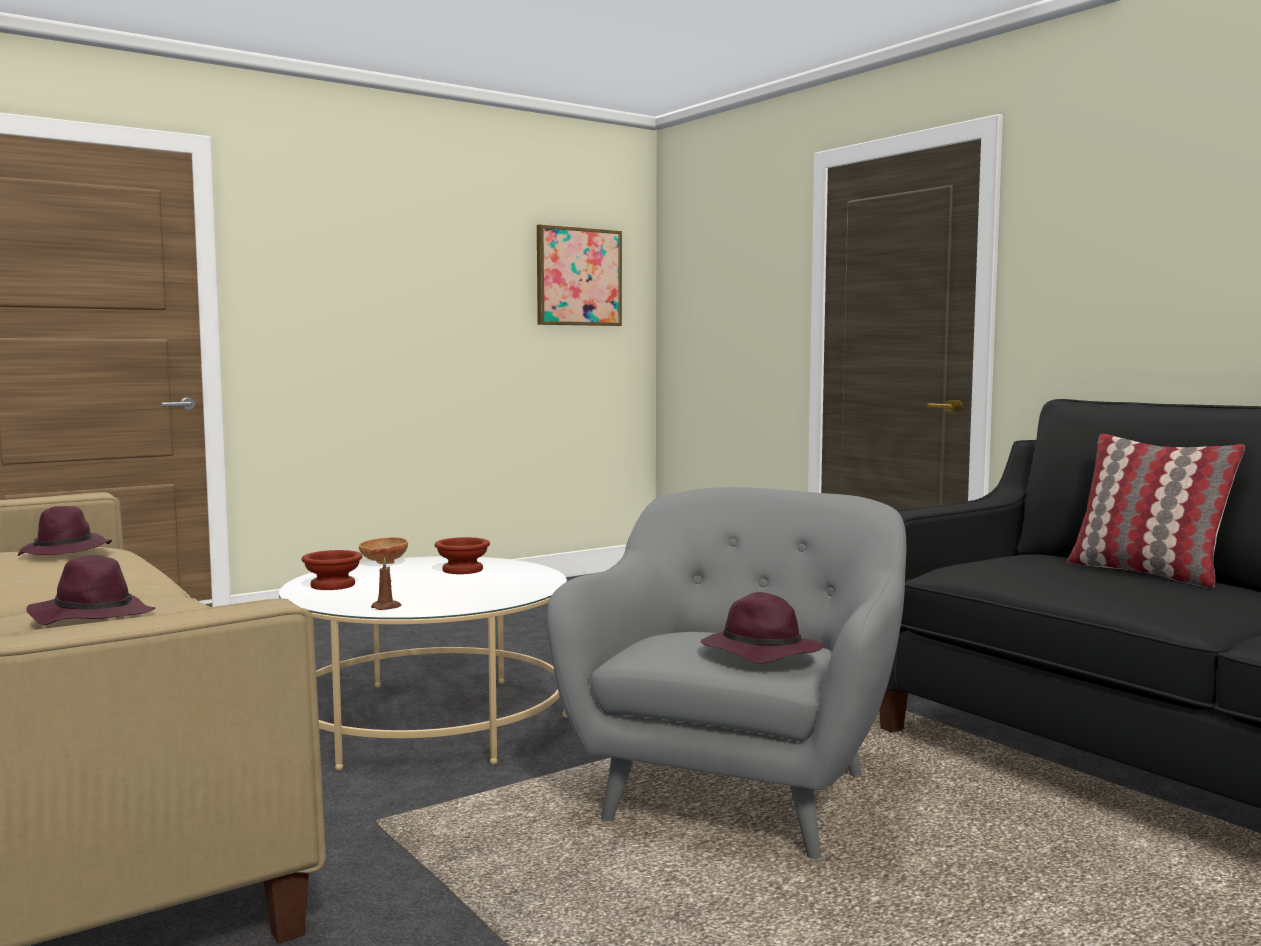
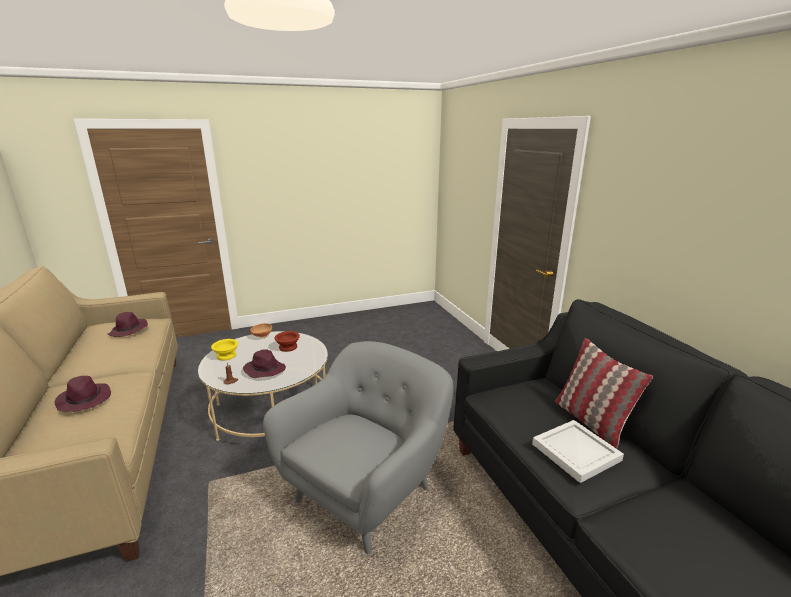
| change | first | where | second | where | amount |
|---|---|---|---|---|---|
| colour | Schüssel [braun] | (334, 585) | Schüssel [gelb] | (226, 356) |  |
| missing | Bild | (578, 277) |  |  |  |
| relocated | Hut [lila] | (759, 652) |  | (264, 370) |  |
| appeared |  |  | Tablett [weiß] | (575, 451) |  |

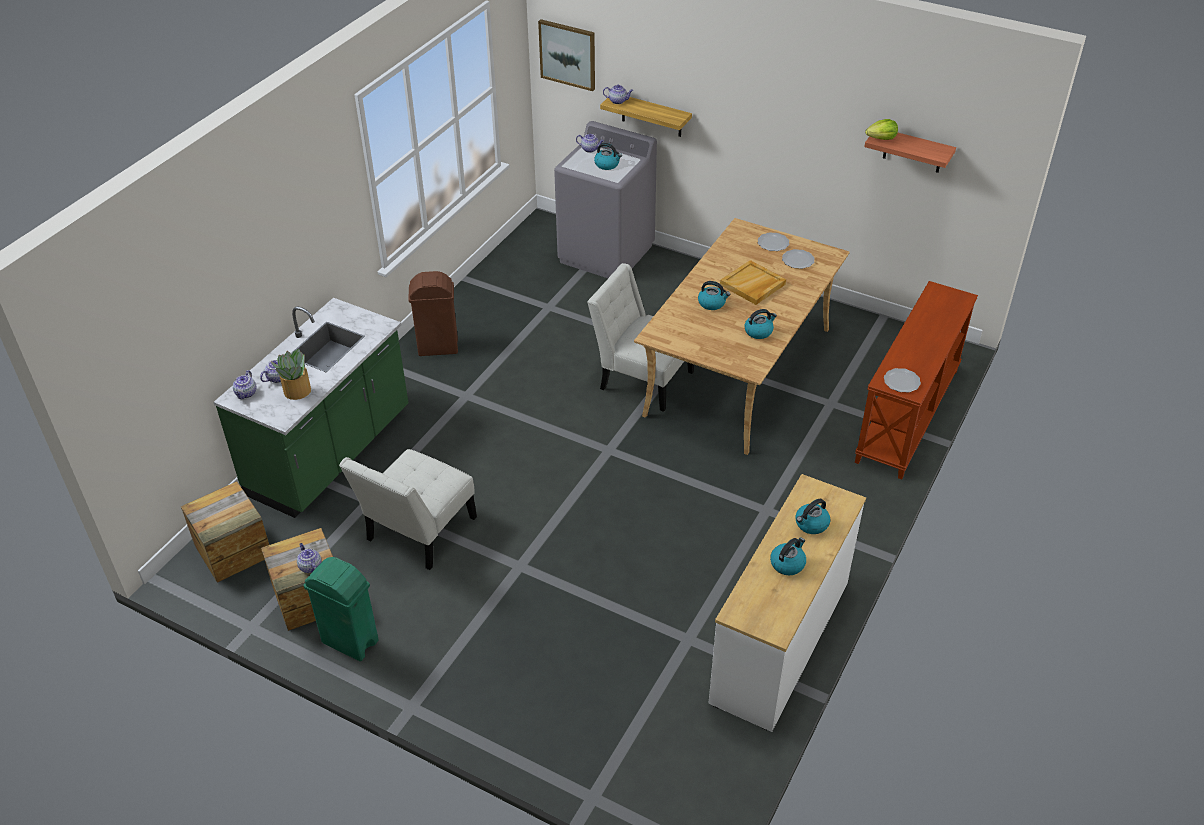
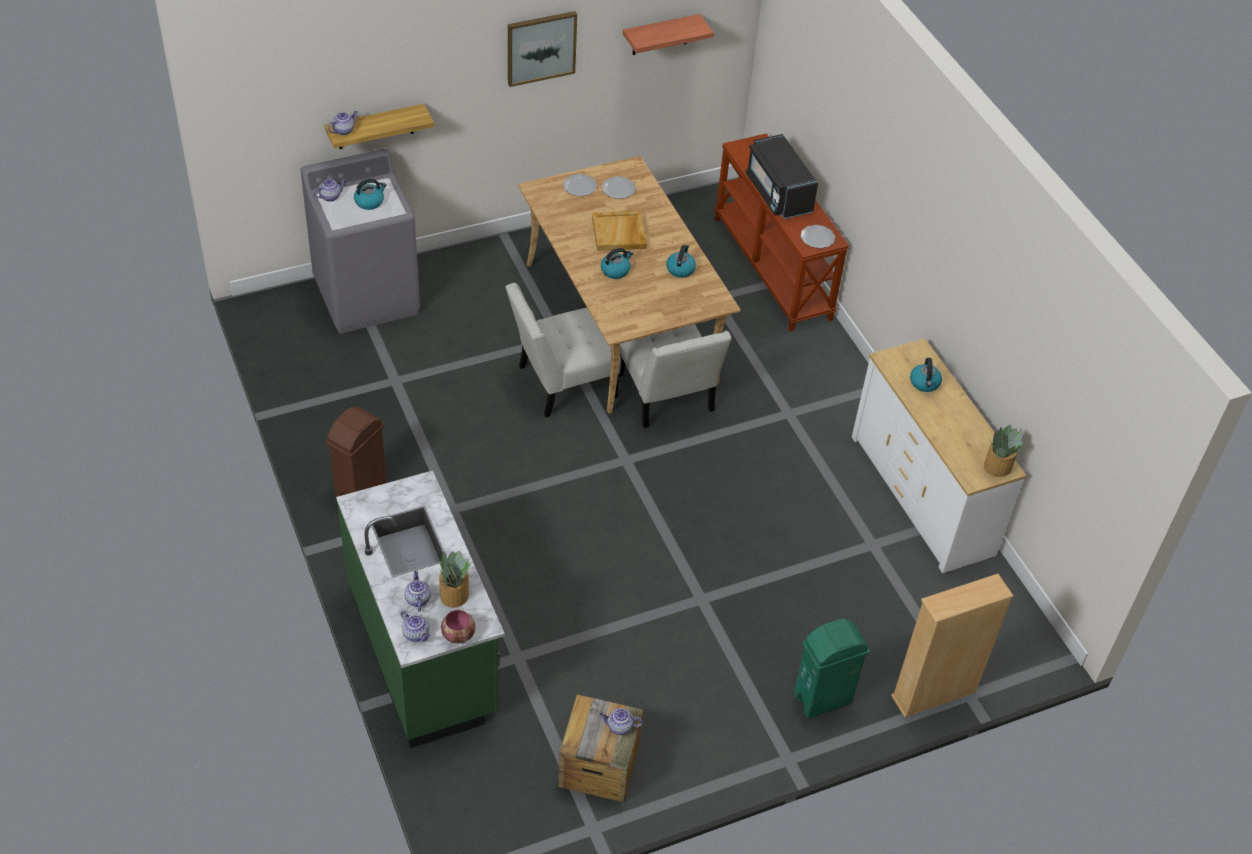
| change | first | where | second | where | amount |
|---|---|---|---|---|---|
| missing | Kiste | (233, 550) |  |  |  |
| relocated | Mülleimer [grün] | (350, 642) |  | (823, 699) |  |
| relocated | Stuhl [weiß] | (417, 533) |  | (667, 397) |  |
| relocated | Bild | (568, 54) |  | (541, 47) |  |
| missing | Wasserkessel | (787, 563) |  |  |  |
| missing | Salatkopf | (881, 138) |  |  |  |
| appeared |  |  | Schüssel | (459, 635) |  |
| appeared |  |  | Mikrowelle [schwarz] | (778, 193) |  |
| appeared |  |  | Bücherregal [beige] | (934, 694) |  |
| appeared |  |  | Topfpflanze | (996, 466) |  |

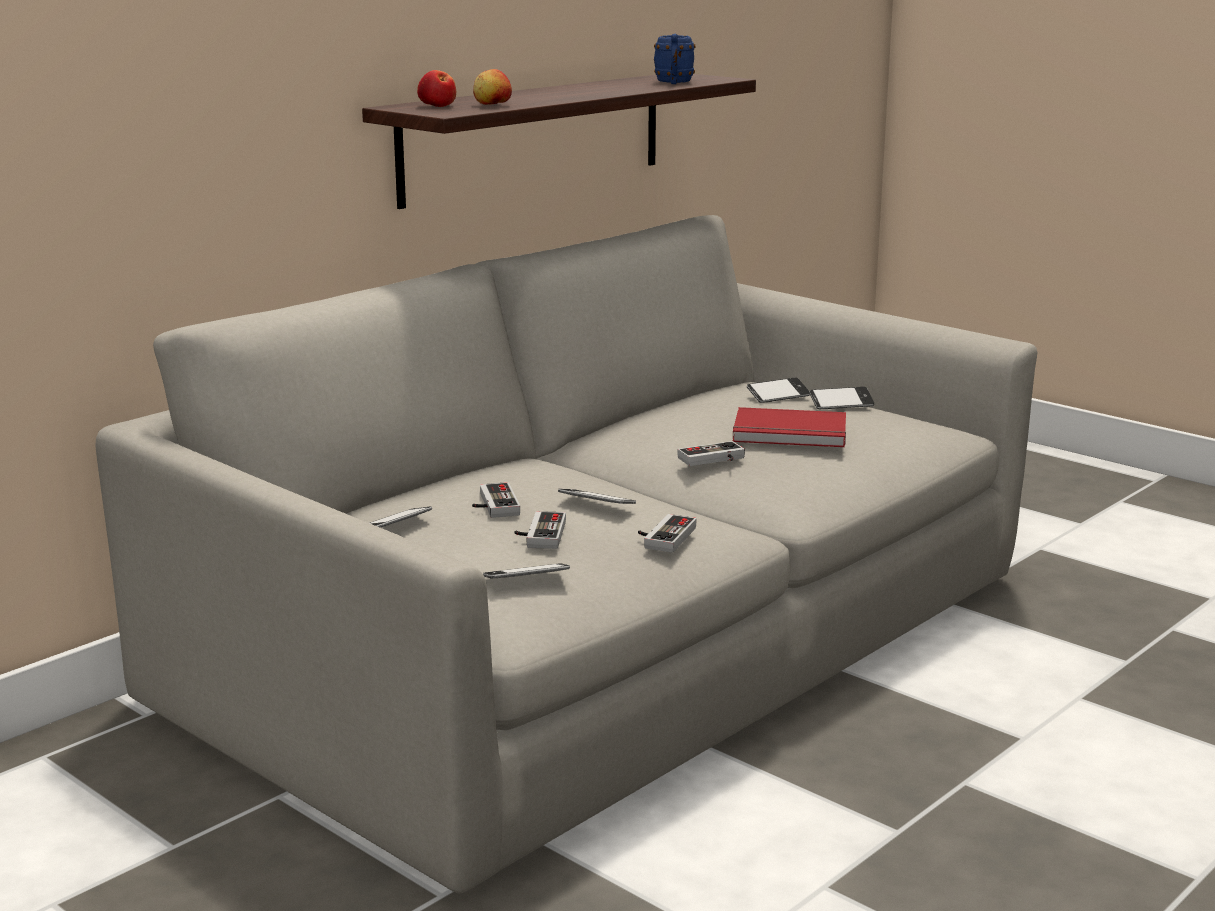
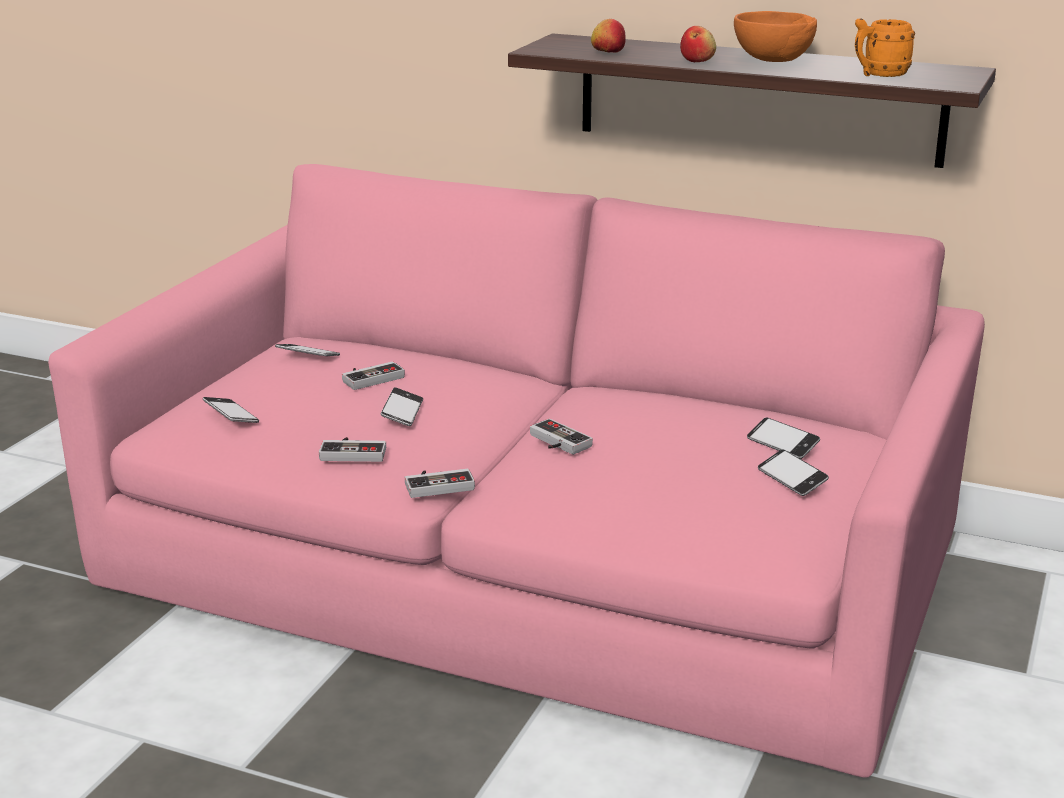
| change | first | where | second | where | amount |
|---|---|---|---|---|---|
| colour | Sofa [grau] | (608, 636) | Sofa [rosa] | (535, 565) |  |
| relocated | Apfel | (437, 106) |  | (697, 60) |  |
| relocated | Gamepad | (539, 534) |  | (438, 484) |  |
| colour | Henkelbecher [blau] | (674, 83) | Henkelbecher [orange] | (879, 75) |  |
| missing | Buch [rot] | (790, 434) |  |  |  |
| appeared |  |  | Schüssel [orange] | (773, 61) |  |

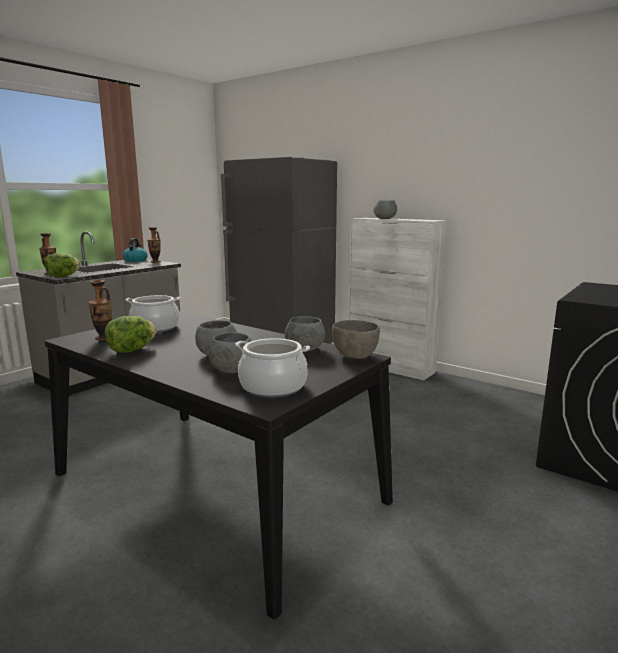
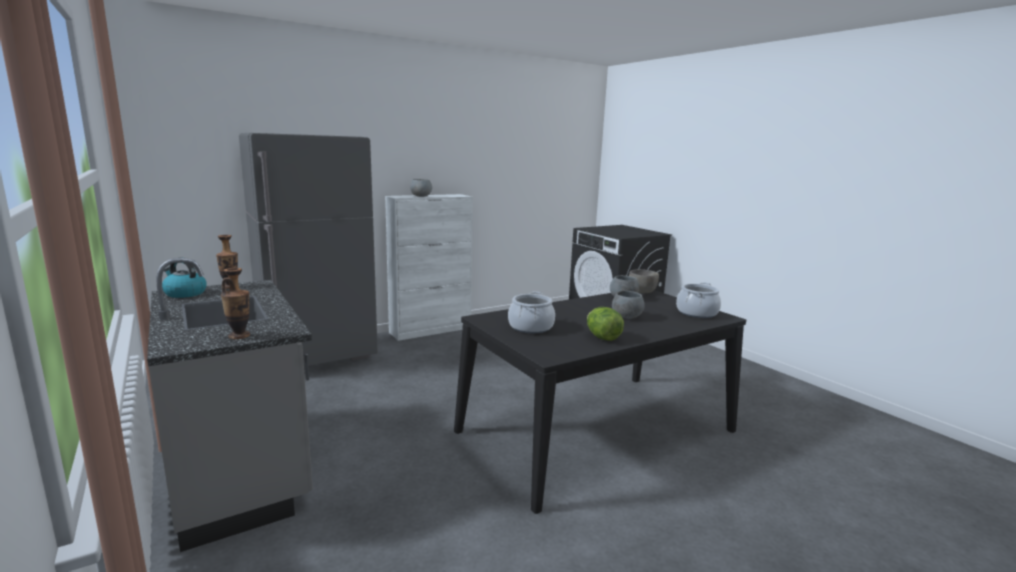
| change | first | where | second | where | amount |
|---|---|---|---|---|---|
| missing | Salatkopf | (63, 276) |  |  |  |
| missing | Vase | (104, 338) |  |  |  |
| missing | Schüssel [grau] | (232, 370) |  |  |  |

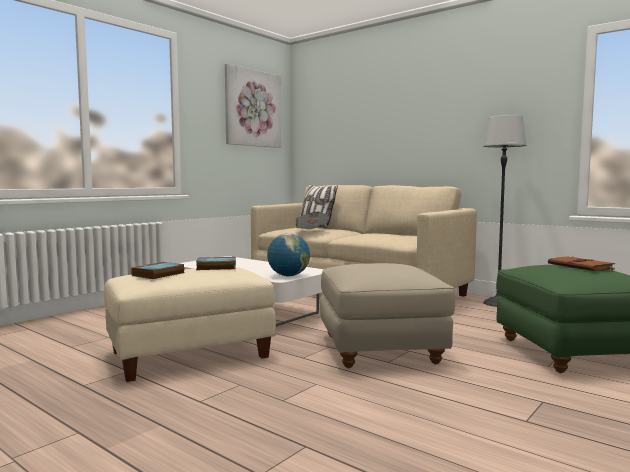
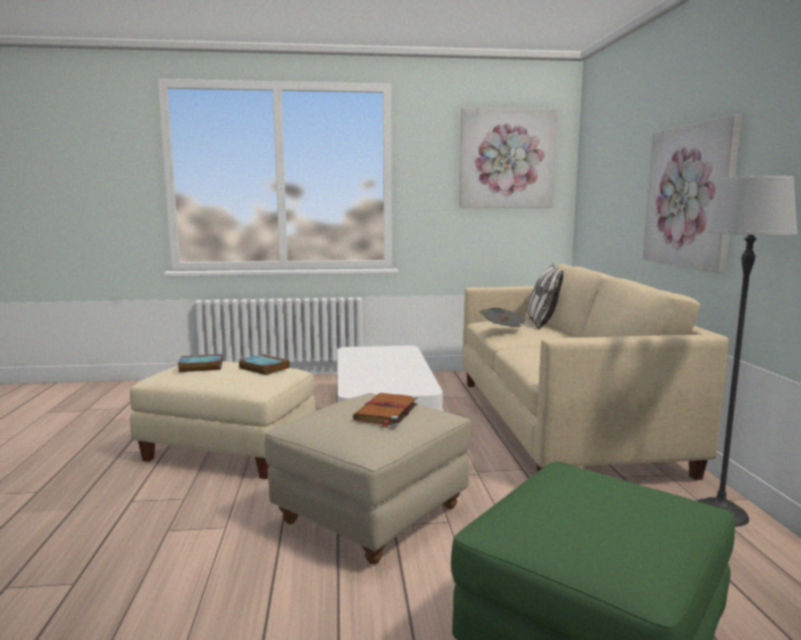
| change | first | where | second | where | amount |
|---|---|---|---|---|---|
| missing | Globus | (288, 276) |  |  |  |
| relocated | Buch [braun] | (581, 266) |  | (386, 412) |  |
| appeared |  |  | Bild | (689, 196) |  |

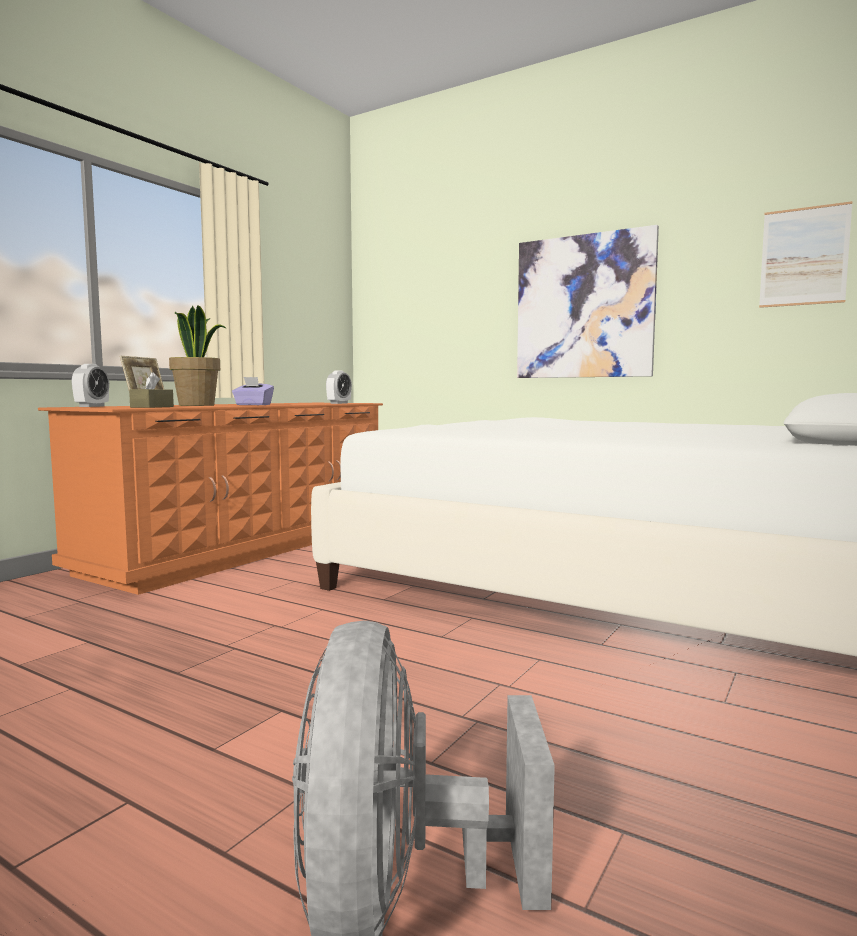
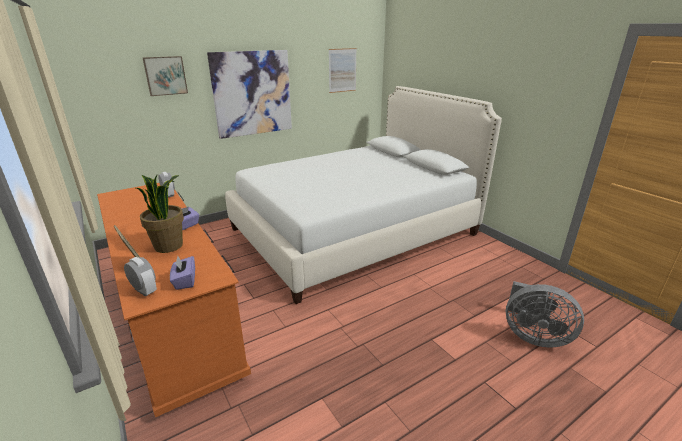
| change | first | where | second | where | amount |
|---|---|---|---|---|---|
| missing | Taschentuchbox [braun] | (152, 407) |  |  |  |
| appeared |  |  | Bild | (165, 75) |  |
| appeared |  |  | Taschentuchbox [lila] | (185, 281) |  |

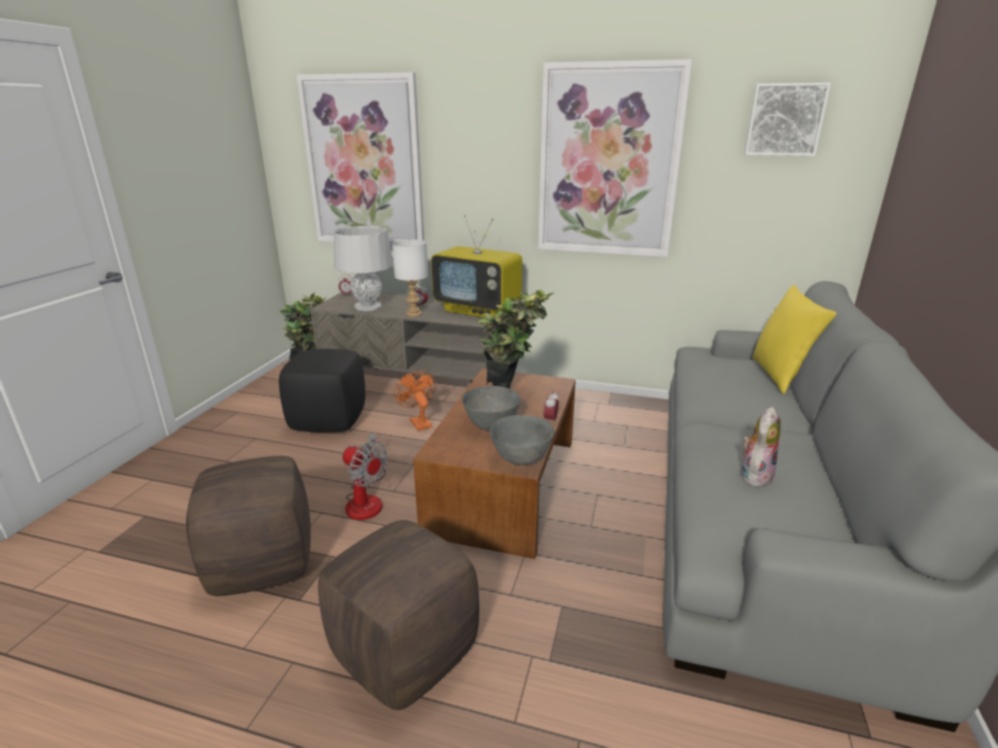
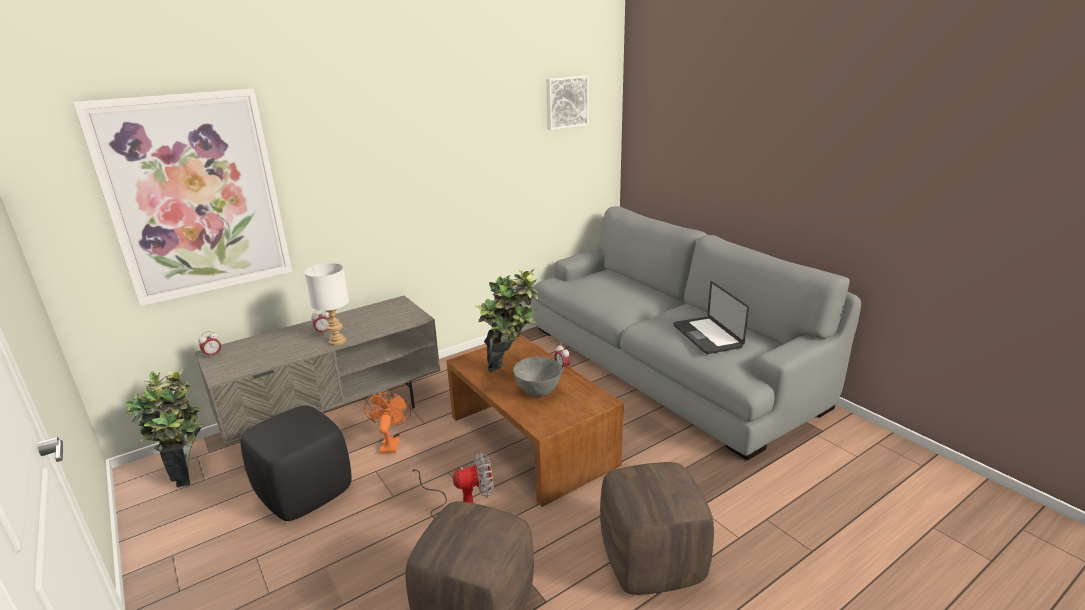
| change | first | where | second | where | amount |
|---|---|---|---|---|---|
| missing | Tischlampe [grau] | (368, 307) |  |  |  |
| spun | Ventilator [orange] | (418, 422) |  | (391, 443) | 75 degrees clockwise |
| missing | Fernseher | (479, 310) |  |  |  |
| missing | Schüssel [grau] | (521, 459) |  |  |  |
| missing | Bild | (608, 162) |  |  |  |
| exchanged | Plüschtier | (754, 475) | Laptop | (707, 336) |  |
| missing | Kissen [gelb] | (779, 375) |  |  |  |

